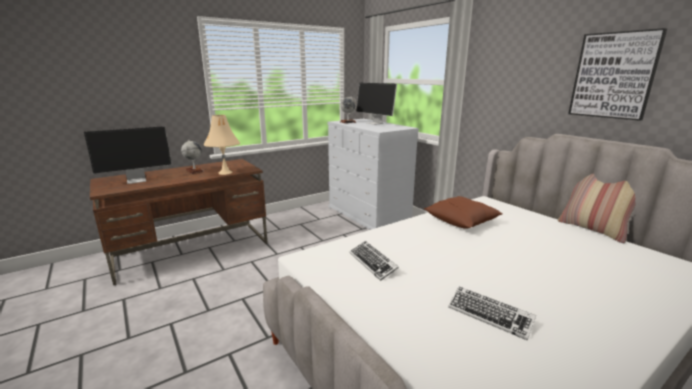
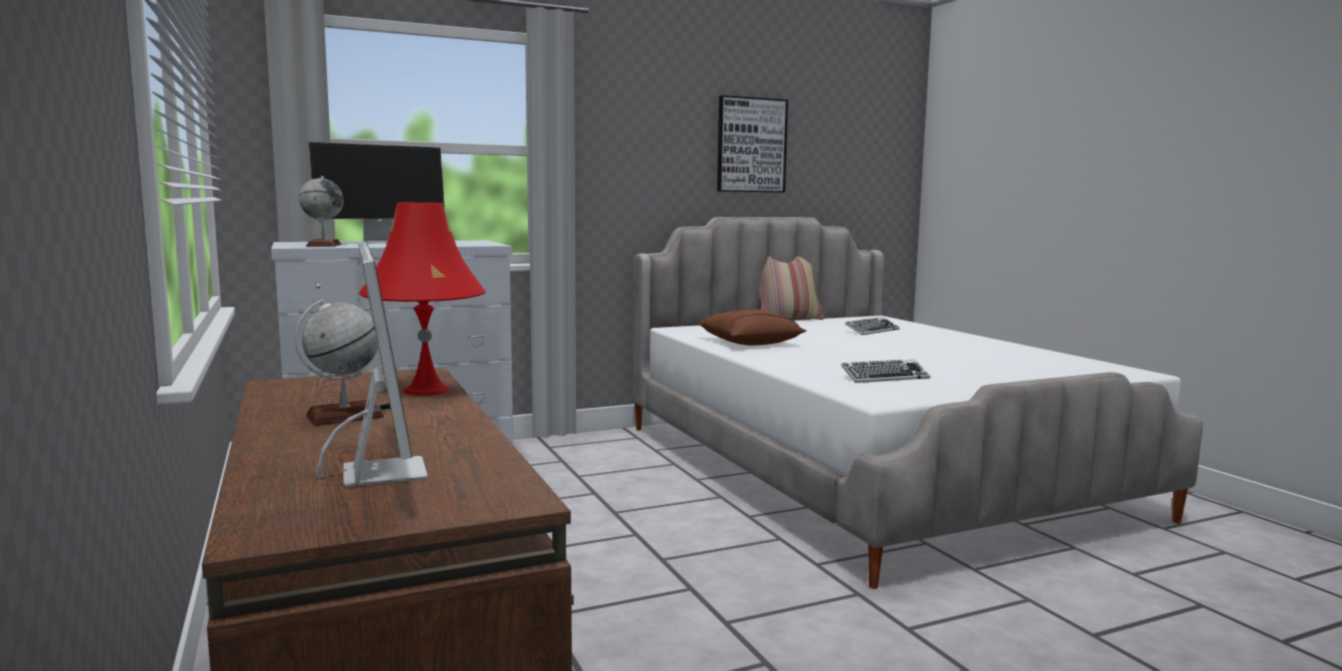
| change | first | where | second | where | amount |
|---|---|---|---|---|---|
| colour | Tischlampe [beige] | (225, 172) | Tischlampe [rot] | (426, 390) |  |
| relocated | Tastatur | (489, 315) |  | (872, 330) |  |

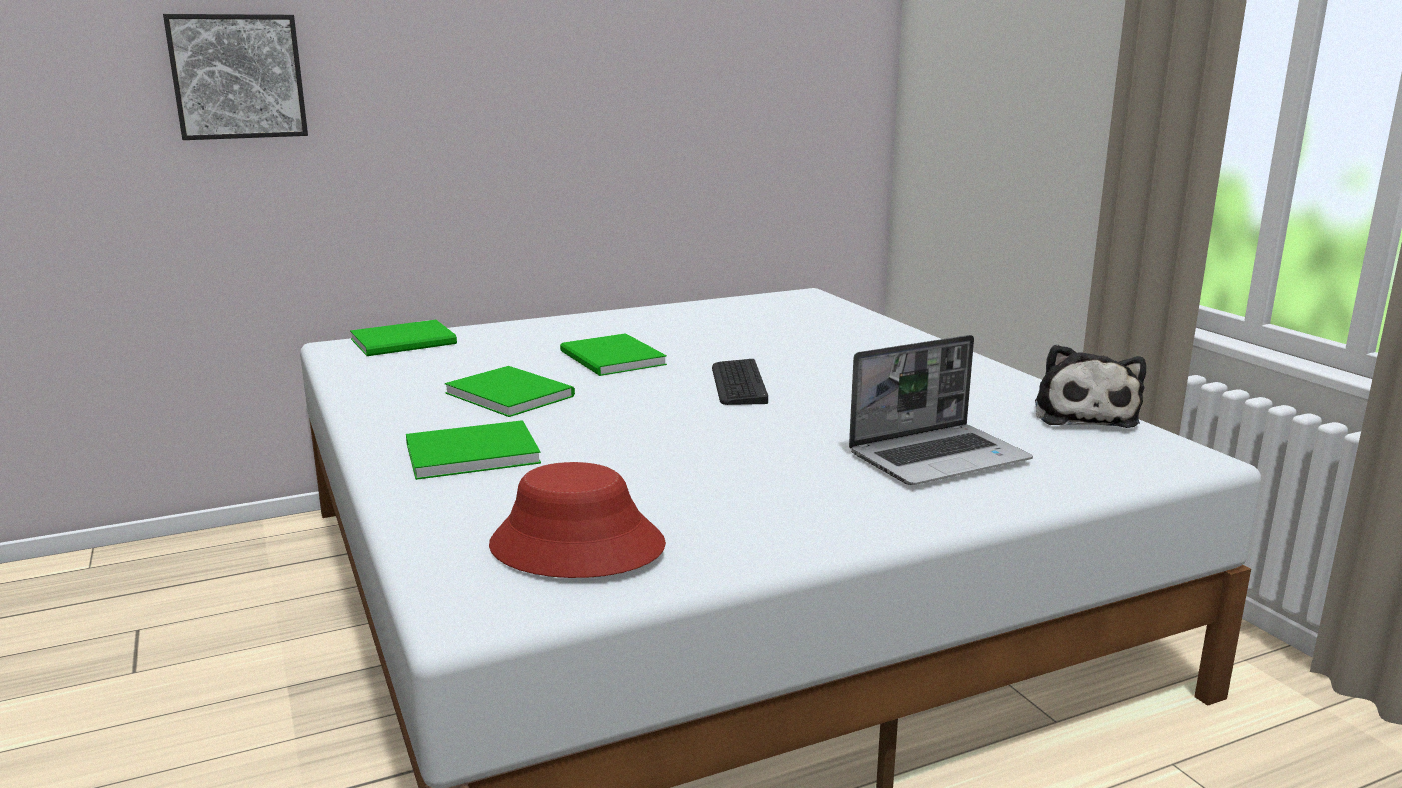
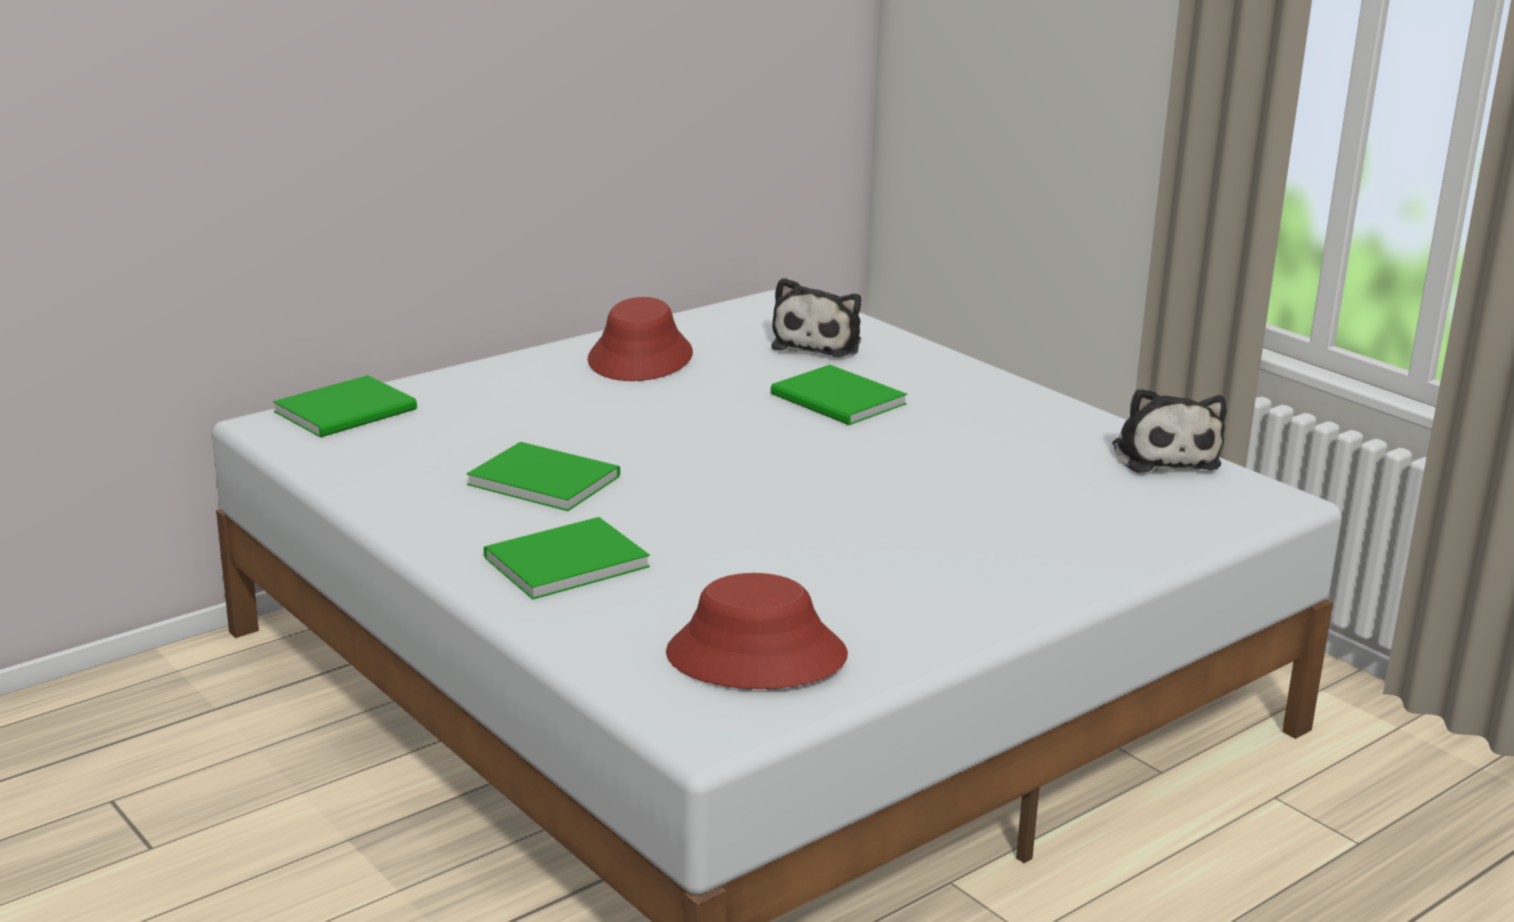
| change | first | where | second | where | amount |
|---|---|---|---|---|---|
| missing | Bild | (237, 76) |  |  |  |
| relocated | Buch [grün] | (611, 359) |  | (838, 401) |  |
| missing | Tastatur | (738, 384) |  |  |  |
| missing | Laptop | (939, 457) |  |  |  |
| appeared |  |  | Hut [rot] | (641, 358) |  |
| appeared |  |  | Plüschtier | (819, 343) |  |

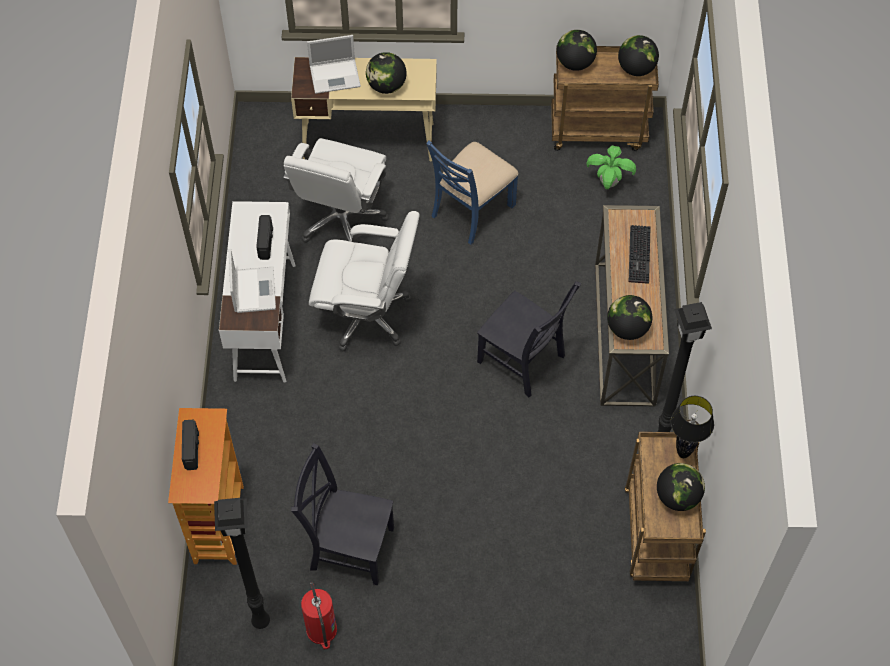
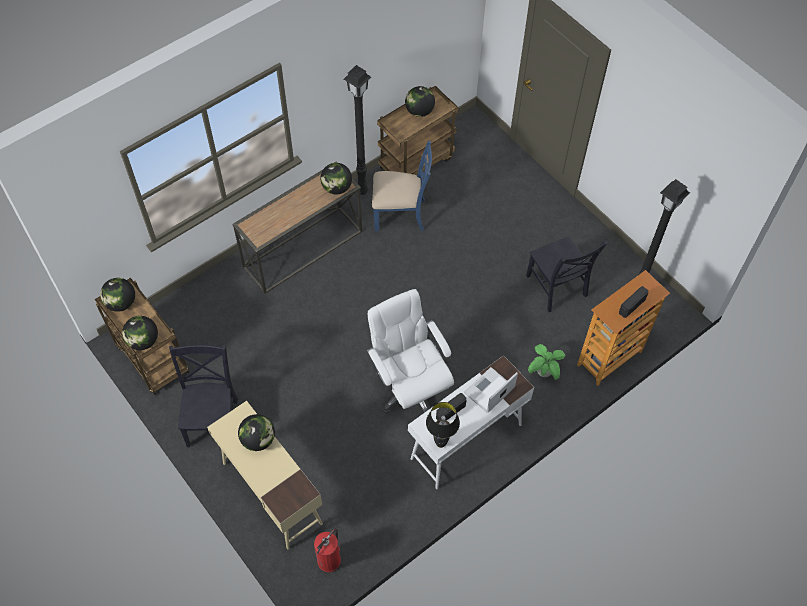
| change | first | where | second | where | amount |
|---|---|---|---|---|---|
| missing | Bürostuhl [weiß] | (341, 220) |  |  |  |
| relocated | Feuerlöscher | (321, 631) |  | (329, 560) |  |
| missing | Laptop | (336, 76) |  |  |  |
| relocated | Stuhl [blau] | (471, 210) |  | (400, 214) |  |
| relocated | Stuhl [schwarz] | (523, 361) |  | (213, 420) |  |
| relocated | Topfpflanze | (609, 183) |  | (543, 372) |  |
| missing | Tastatur | (640, 256) |  |  |  |
| relocated | Tischlampe [schwarz] | (683, 453) |  | (440, 443) |  |

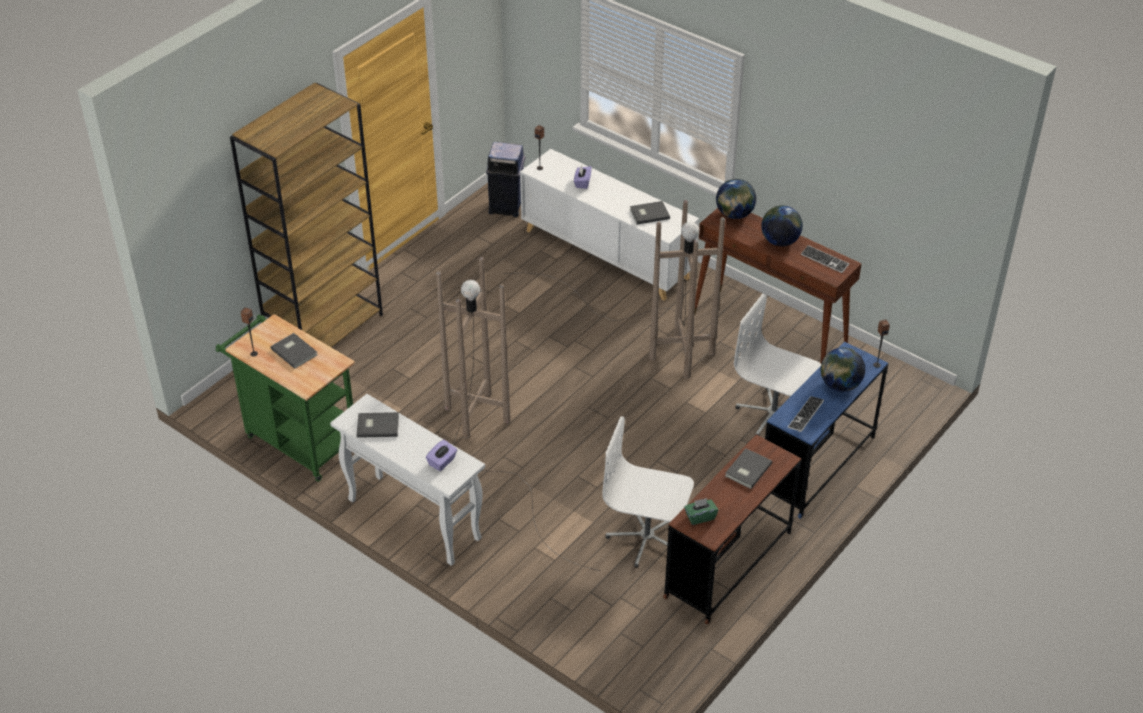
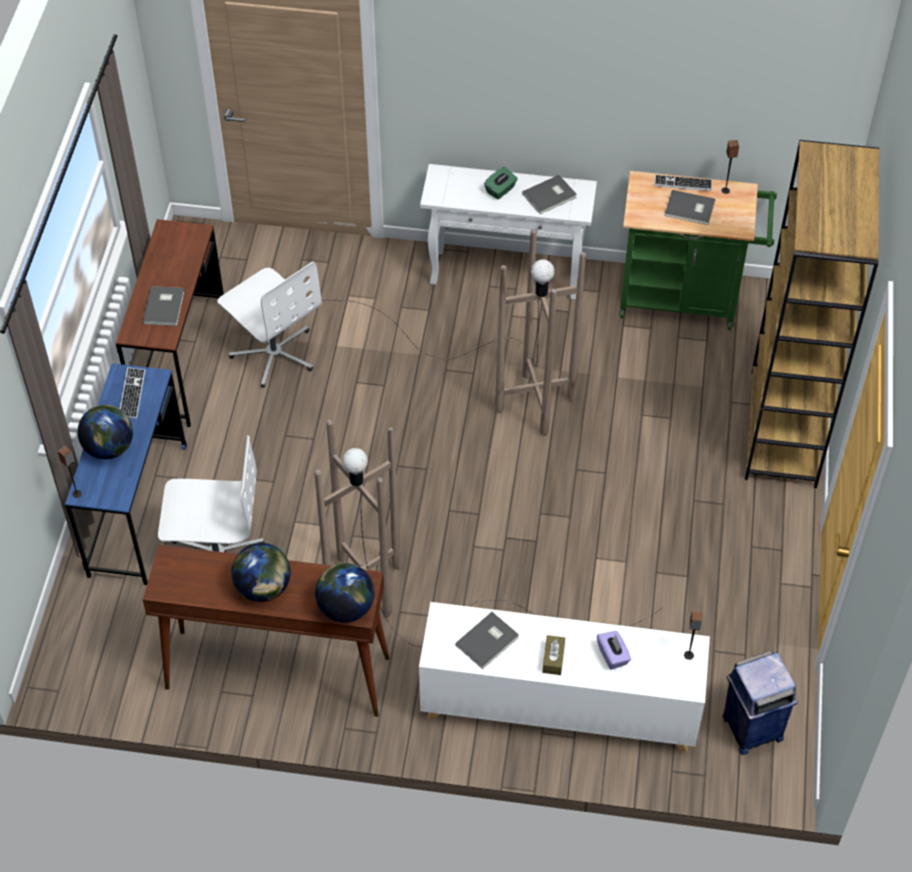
| change | first | where | second | where | amount |
|---|---|---|---|---|---|
| missing | Taschentuchbox [lila] | (442, 462) |  |  |  |
| spun | Bürostuhl [weiß] | (647, 538) |  | (274, 353) | 60 degrees clockwise |
| relocated | Taschentuchbox [grün] | (700, 517) |  | (500, 190) |  |
| relocated | Tastatur | (824, 260) |  | (682, 184) |  |
| appeared |  |  | Taschentuchbox [braun] | (553, 659) |  |

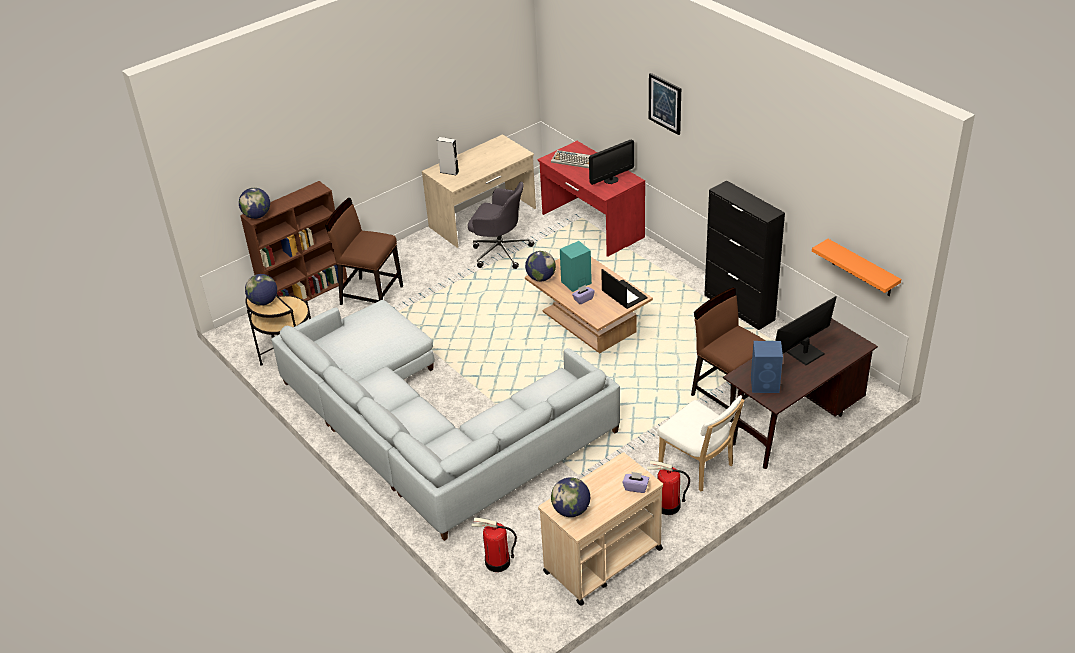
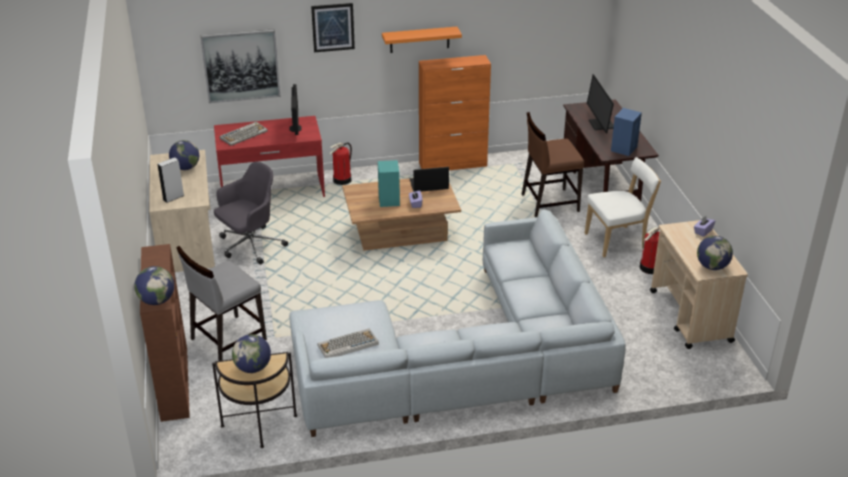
| change | first | where | second | where | amount |
|---|---|---|---|---|---|
| colour | Stuhl [braun] | (371, 294) | Stuhl [grau] | (227, 339) |  |
| relocated | Feuerlöscher | (497, 562) |  | (342, 180) |  |
| relocated | Globus | (541, 278) |  | (186, 168) |  |
| colour | Schrank [schwarz] | (739, 307) | Schrank [orange] | (453, 164) |  |
| relocated | Wandregal [orange] | (862, 269) |  | (419, 39) |  |
| appeared |  |  | Bild | (241, 66) |  |
| appeared |  |  | Tastatur | (347, 345) |  |

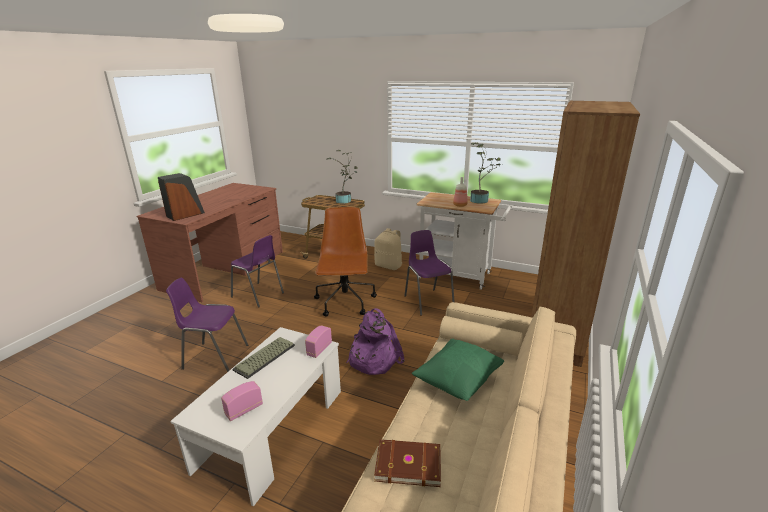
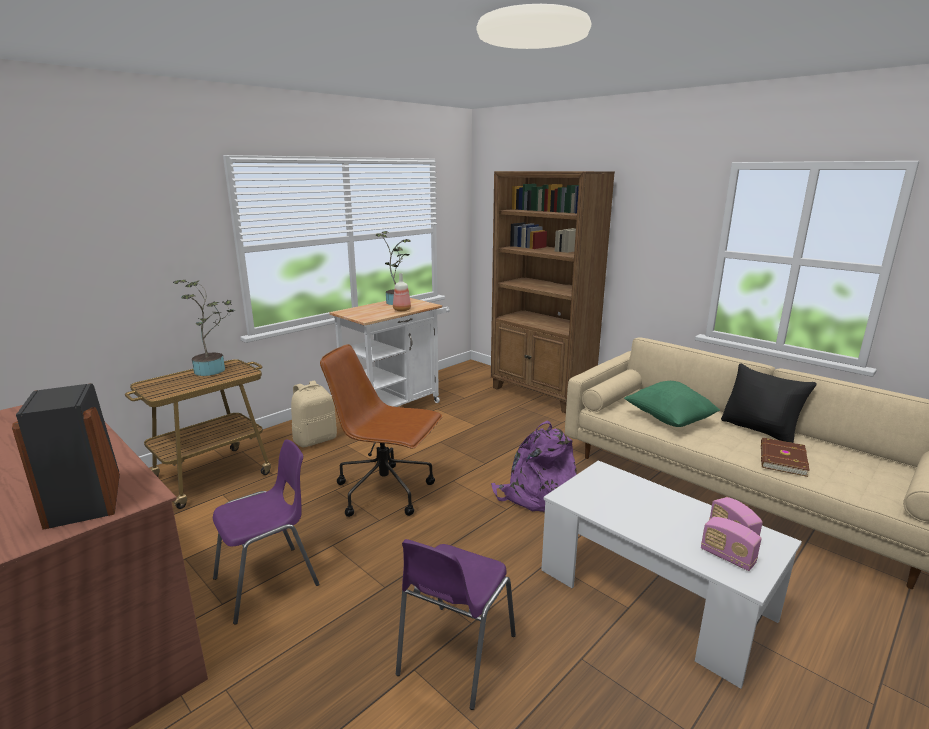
| change | first | where | second | where | amount |
|---|---|---|---|---|---|
| missing | Tastatur | (265, 358) |  |  |  |
| relocated | Radio | (319, 349) |  | (727, 557) |  |
| missing | Stuhl [lila] | (428, 301) |  |  |  |
| appeared |  |  | Kissen [schwarz] | (760, 430) |  |

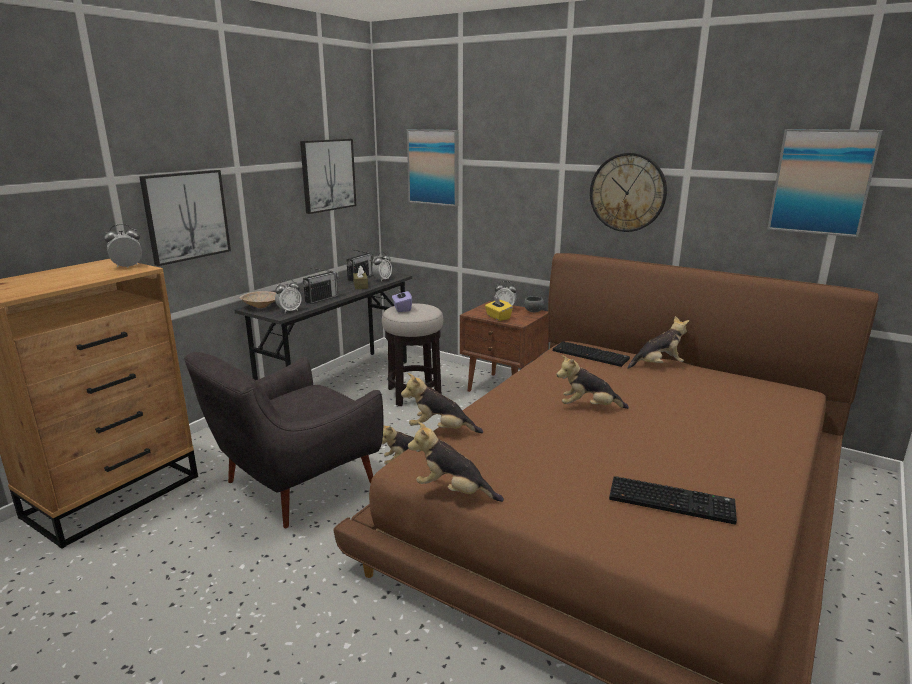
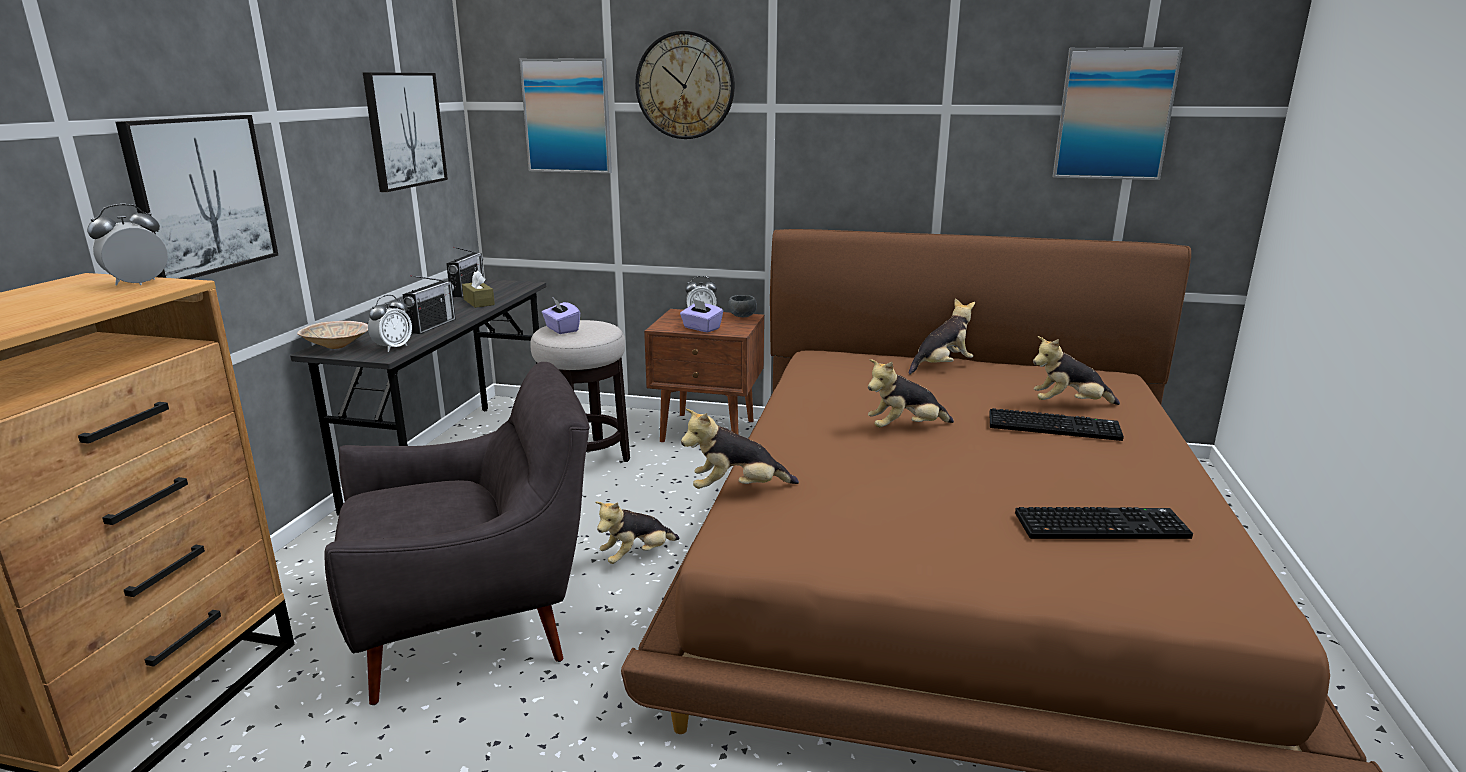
| change | first | where | second | where | amount |
|---|---|---|---|---|---|
| spun | Sessel [grau] | (294, 486) |  | (477, 624) | 135 degrees counterclockwise |
| missing | Wecker | (382, 280) |  |  |  |
| relocated | Plüschtier | (453, 492) |  | (1069, 405) |  |
| colour | Taschentuchbox [gelb] | (498, 317) | Taschentuchbox [lila] | (701, 328) |  |
| relocated | Tastatur | (591, 355) |  | (1054, 426) |  |
| relocated | Wanduhr | (627, 192) |  | (685, 86) |  |

